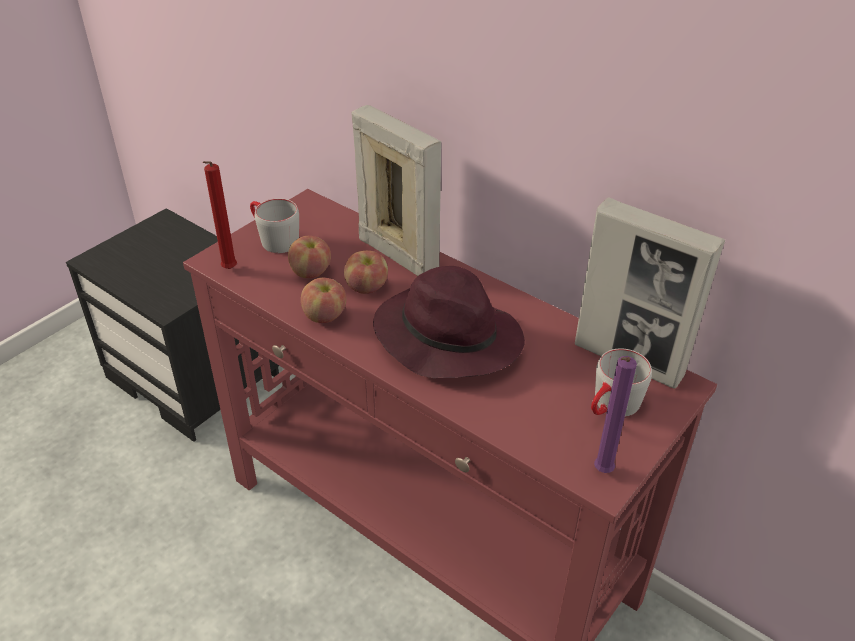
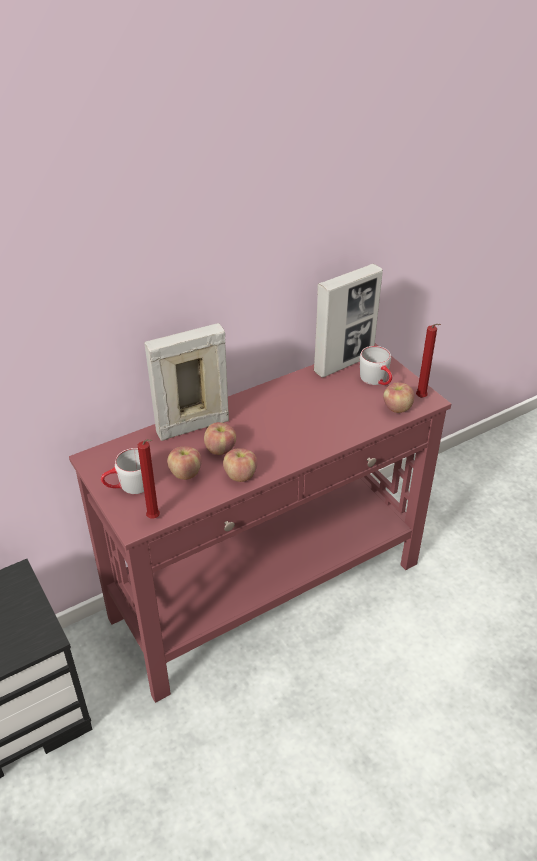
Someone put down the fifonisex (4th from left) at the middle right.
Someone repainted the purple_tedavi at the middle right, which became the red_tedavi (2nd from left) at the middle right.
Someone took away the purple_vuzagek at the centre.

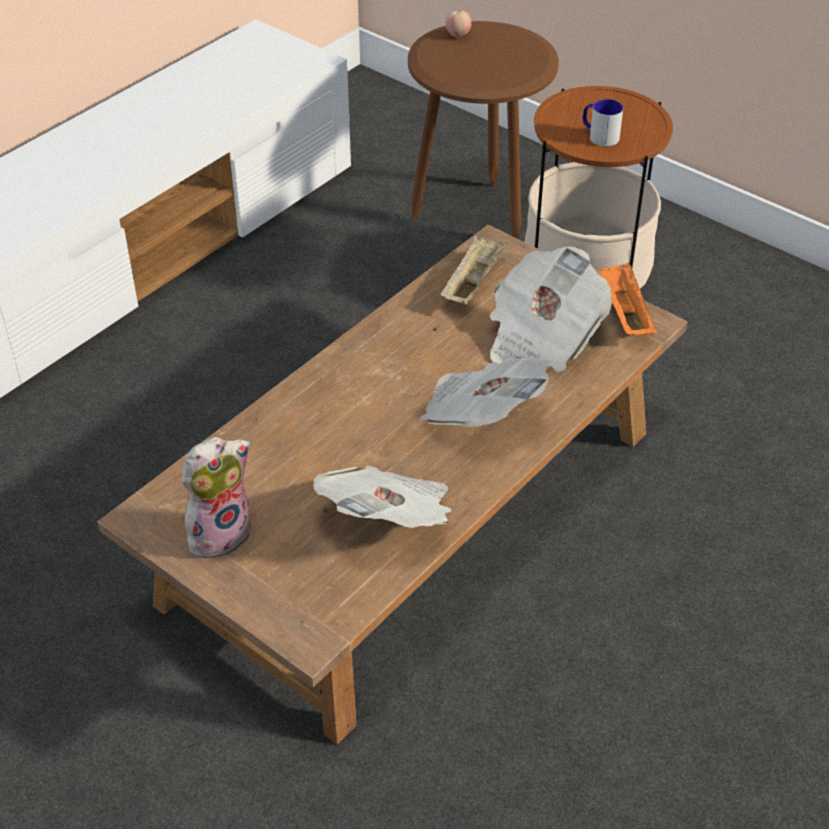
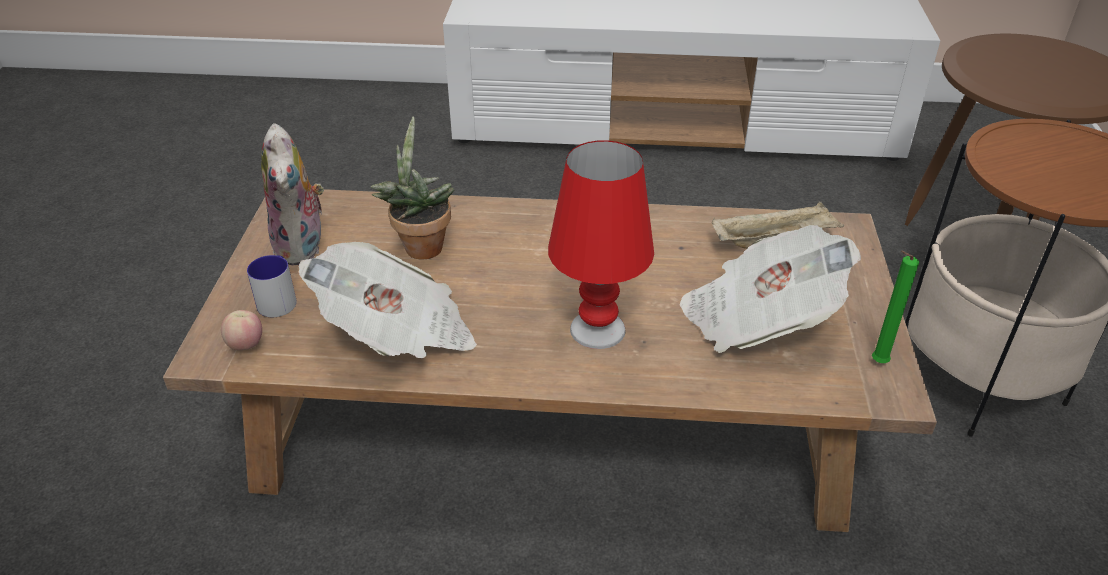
Someone carried the fifonisex from the top centre to the middle left.
Someone carried the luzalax from the top right to the middle left.
Someone rotated the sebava at the middle left by 60 degrees clockwise.
Someone put down the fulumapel at the top centre.
Someone swapped the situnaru (2nd from left) at the centre for the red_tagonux at the centre.
Someone swapped the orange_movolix at the middle right for the green_tedavi at the middle right.

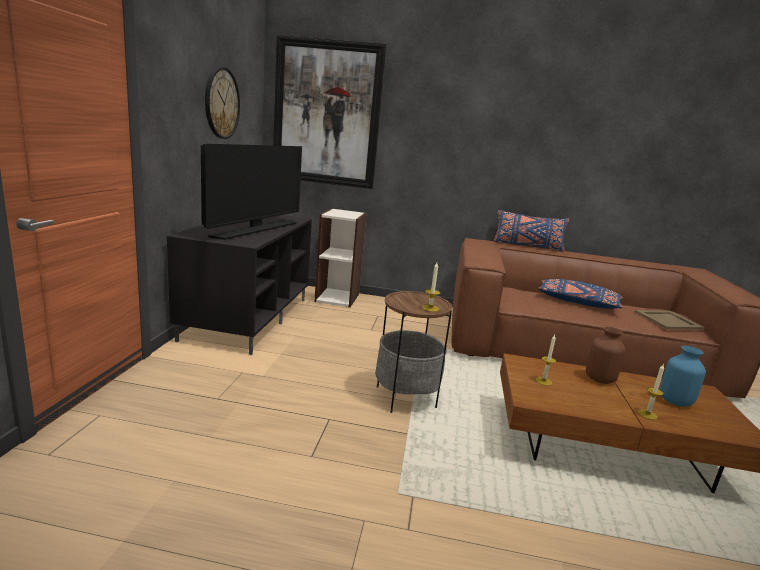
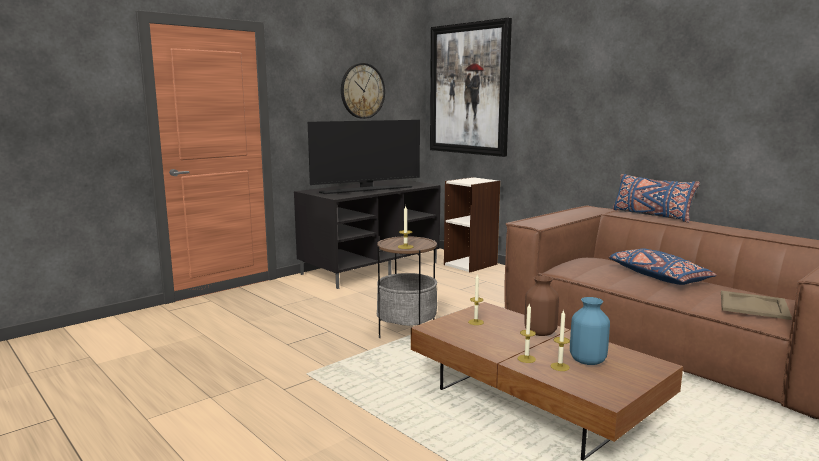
Someone put down the tedavi (4th from left) at the bottom right.

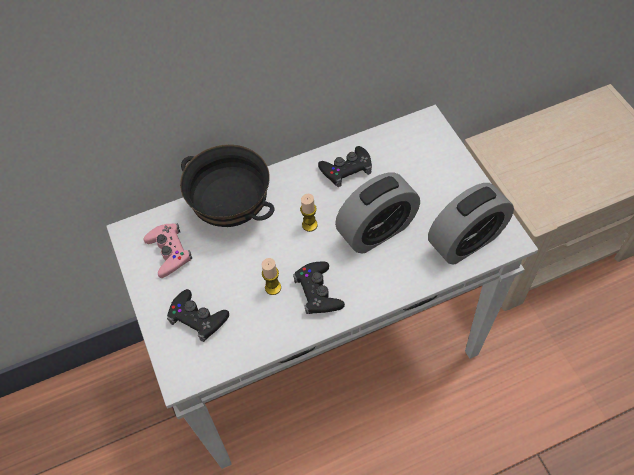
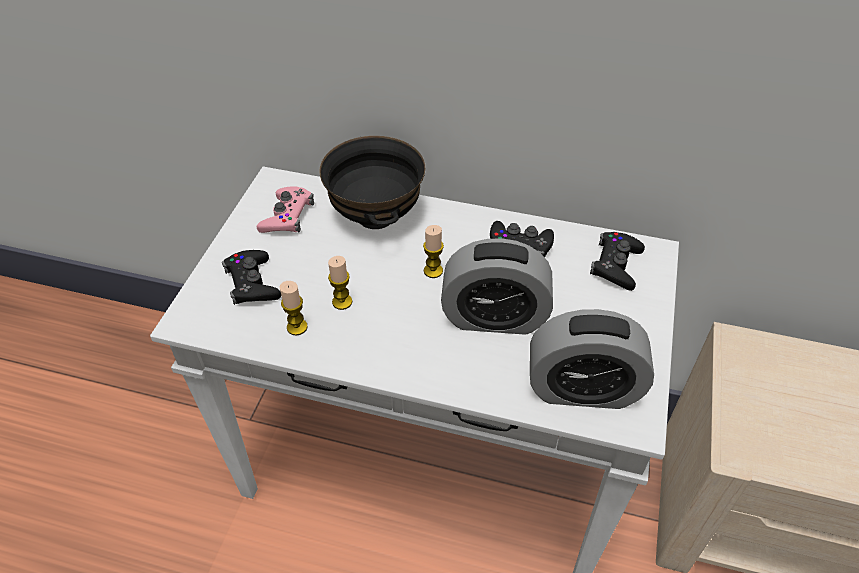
Someone put down the tedavi (1st from left) at the centre.
Someone carried the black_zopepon (2nd from left in the first image) from the centre to the middle right.

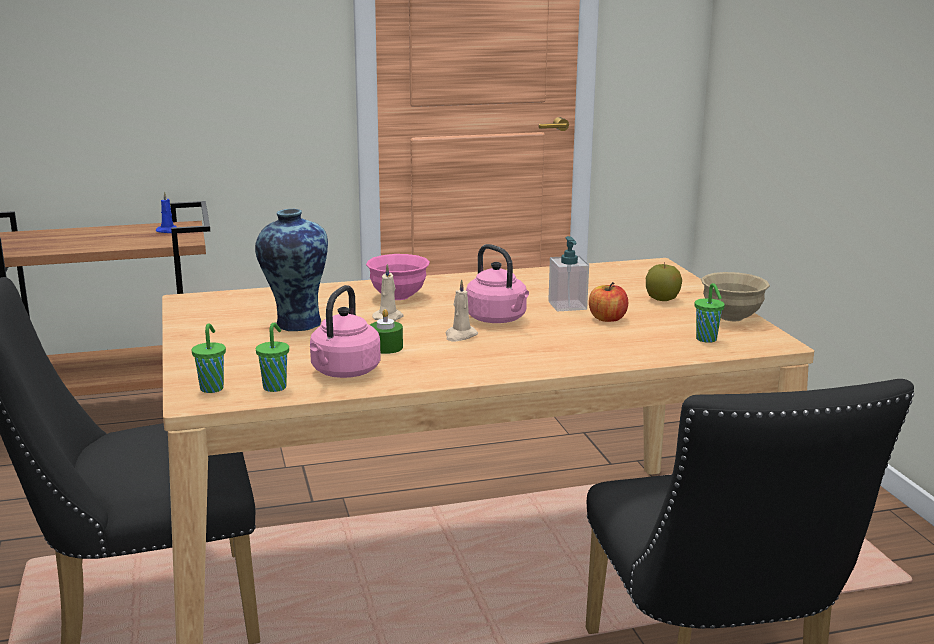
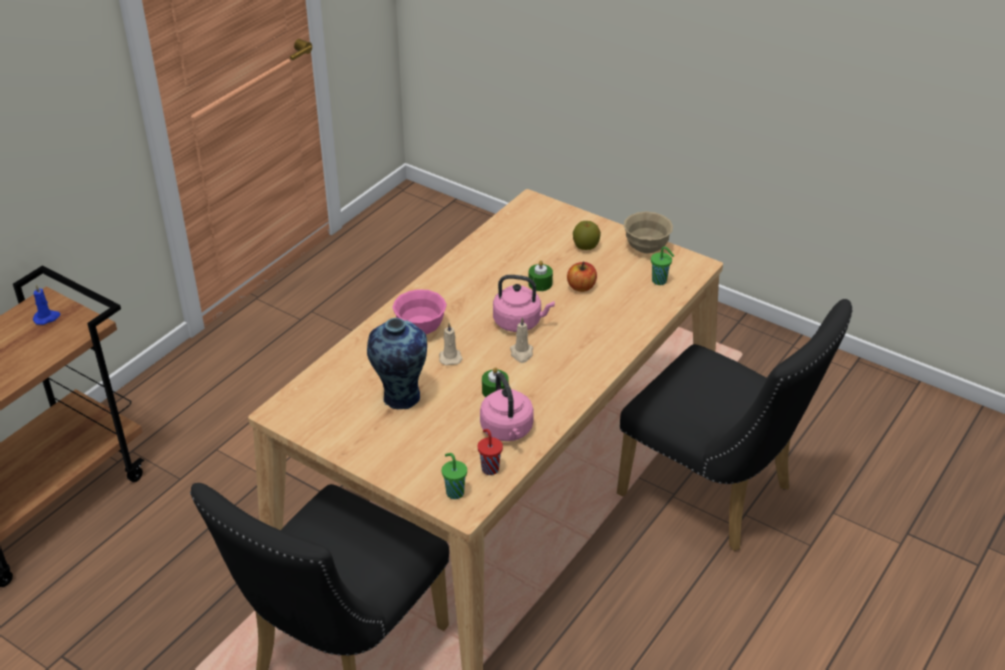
Someone repainted the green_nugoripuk (2nd from left) at the middle left, which became the red_nugoripuk at the bottom centre.
Someone swapped the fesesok at the centre for the green_tedavi (2nd from left) at the centre.

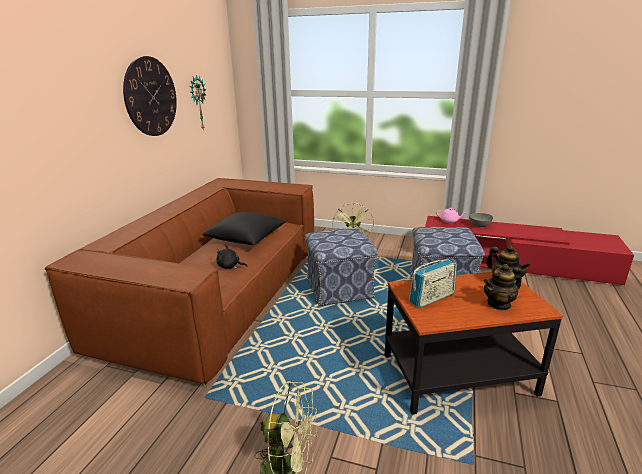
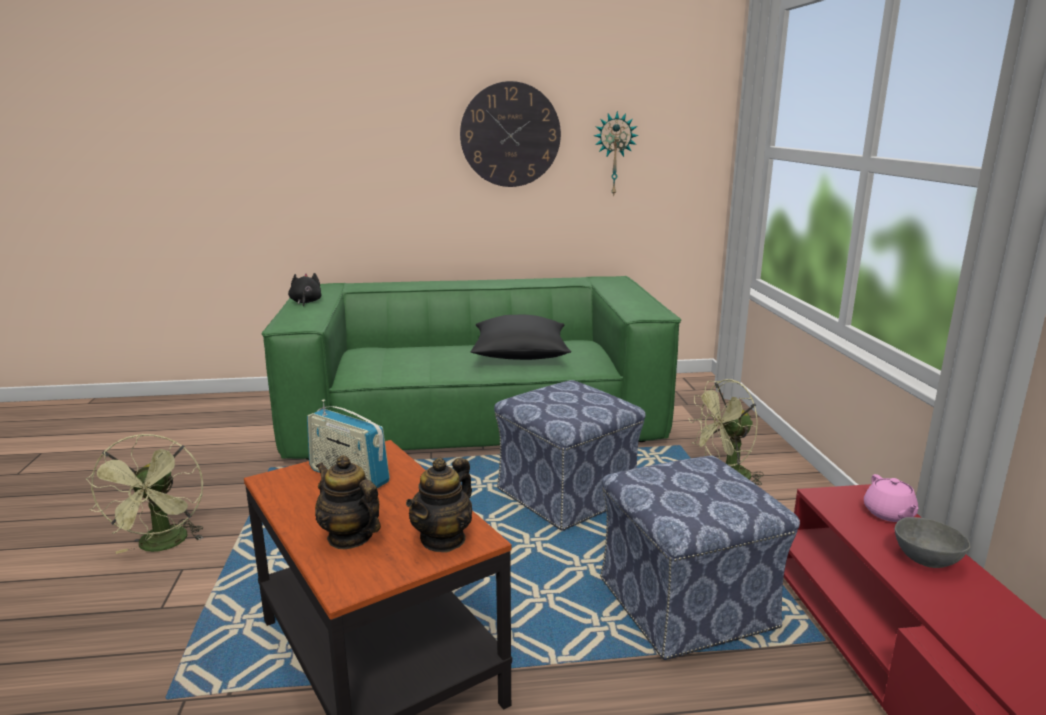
Someone repainted the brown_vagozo at the middle left, which became the green_vagozo at the centre.
Someone carried the black_sebava from the centre to the middle left.

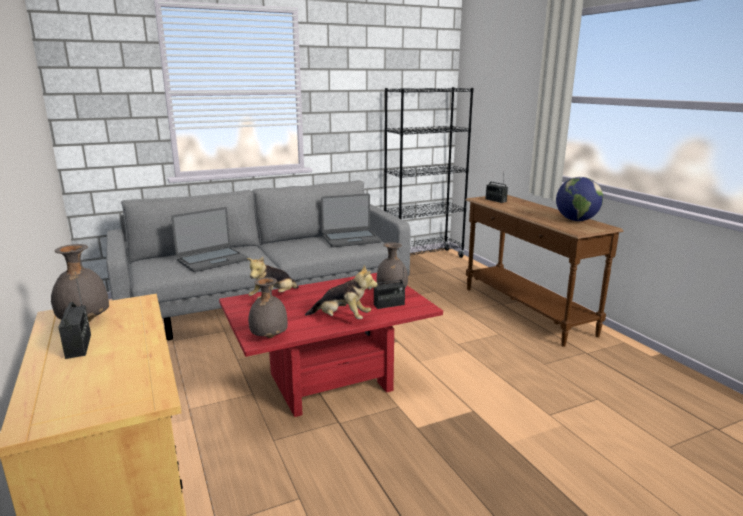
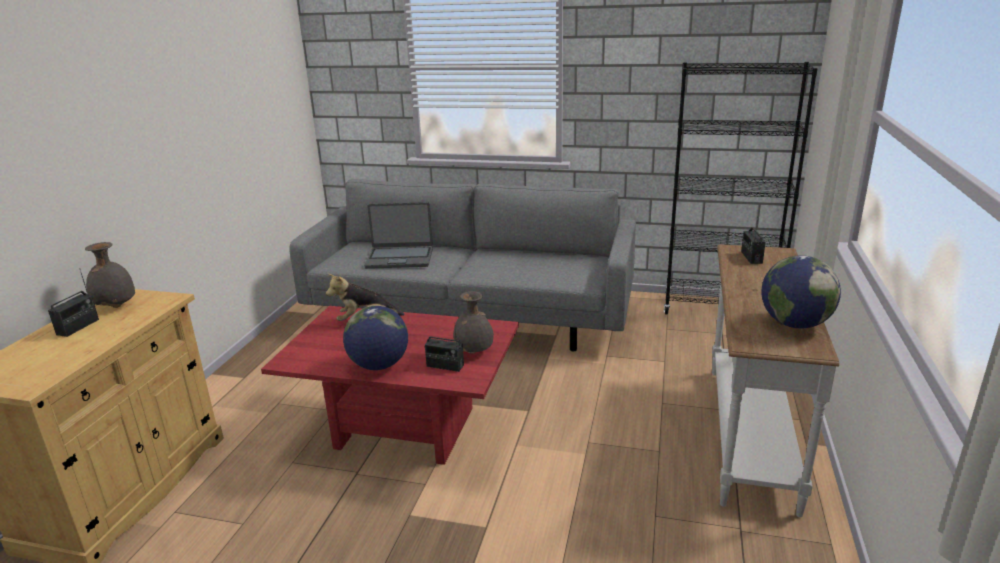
Someone swapped the sebava (2nd from left) at the centre for the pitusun (1st from left) at the centre.
Someone repainted the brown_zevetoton at the middle right, which became the white_zevetoton at the bottom right.
Someone took away the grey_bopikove (2nd from left) at the centre.
Someone took away the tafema (2nd from left) at the centre.

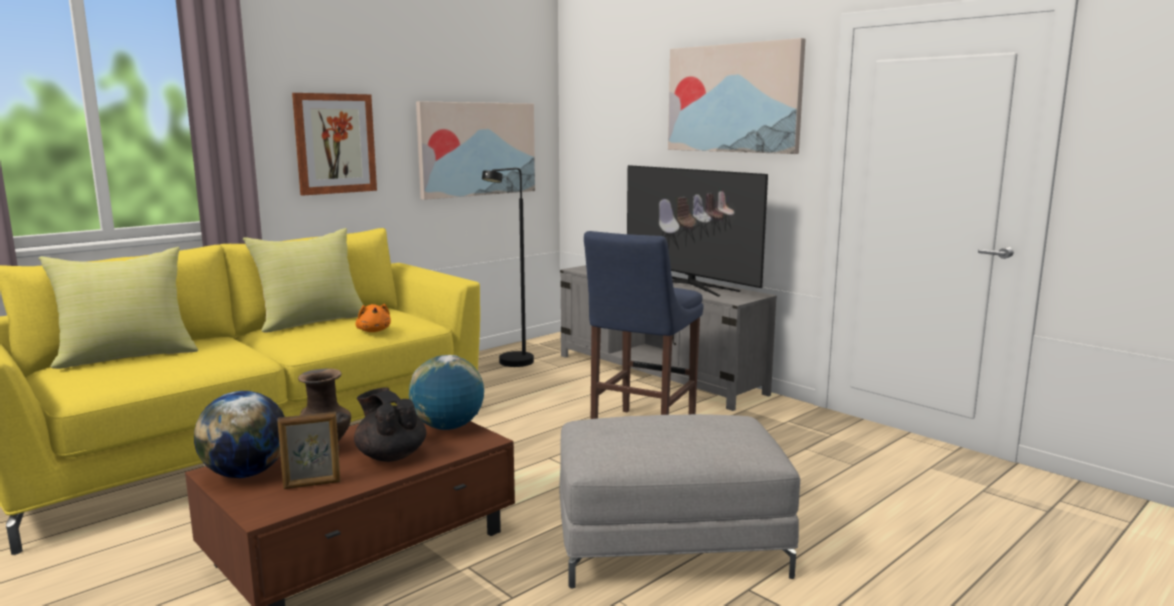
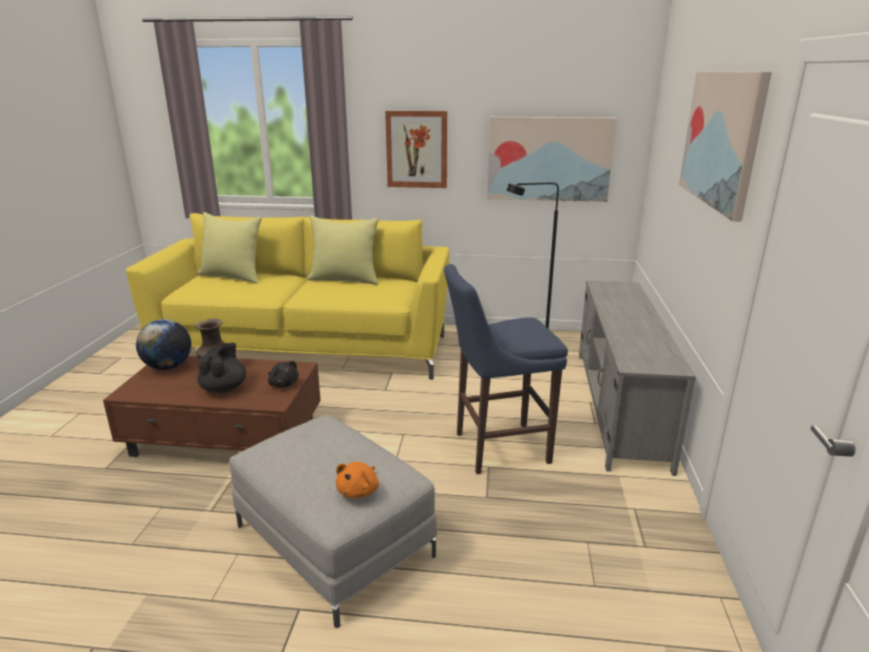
Someone swapped the pitusun (2nd from left) at the centre for the black_sebava at the middle left.
Someone carried the orange_sebava from the middle left to the bottom centre.
Someone took away the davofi at the bottom left.
Someone took away the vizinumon at the centre.

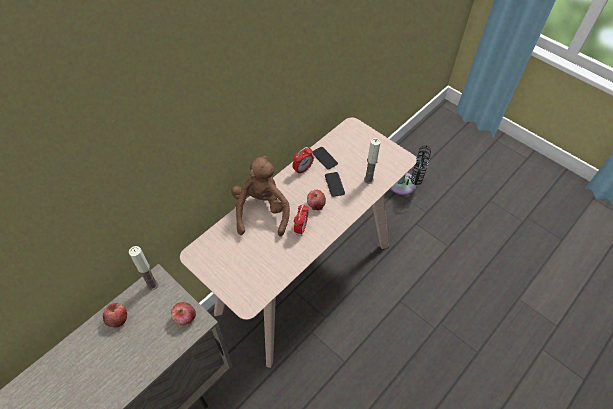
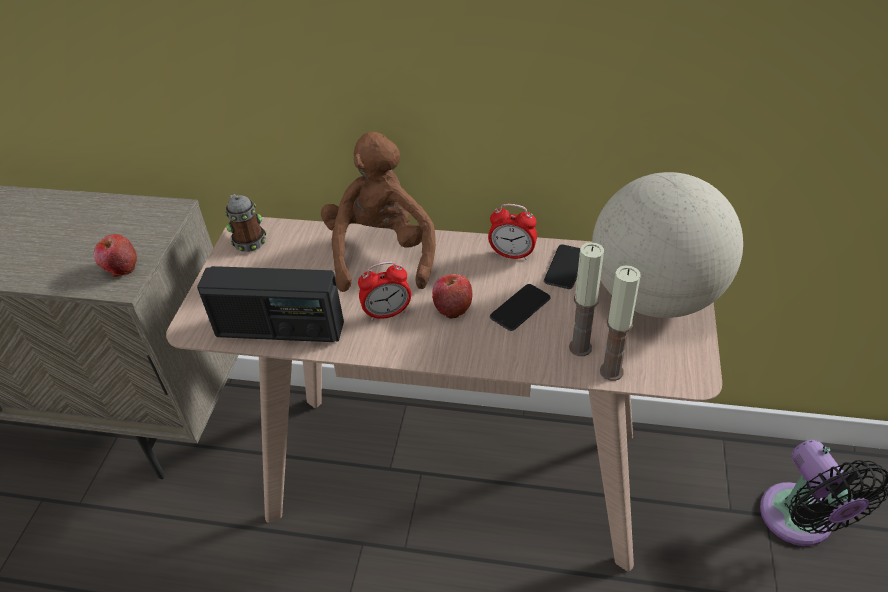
Someone put down the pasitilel at the middle left.
Someone put down the luzalax at the middle left.
Someone rotated the brown_sebava at the centre by 60 degrees counterclockwise.
Someone put down the pitusun at the middle right.
Someone carried the tedavi (1st from left in the first image) from the middle left to the middle right.
Someone took away the fifonisex (1st from left) at the bottom left.

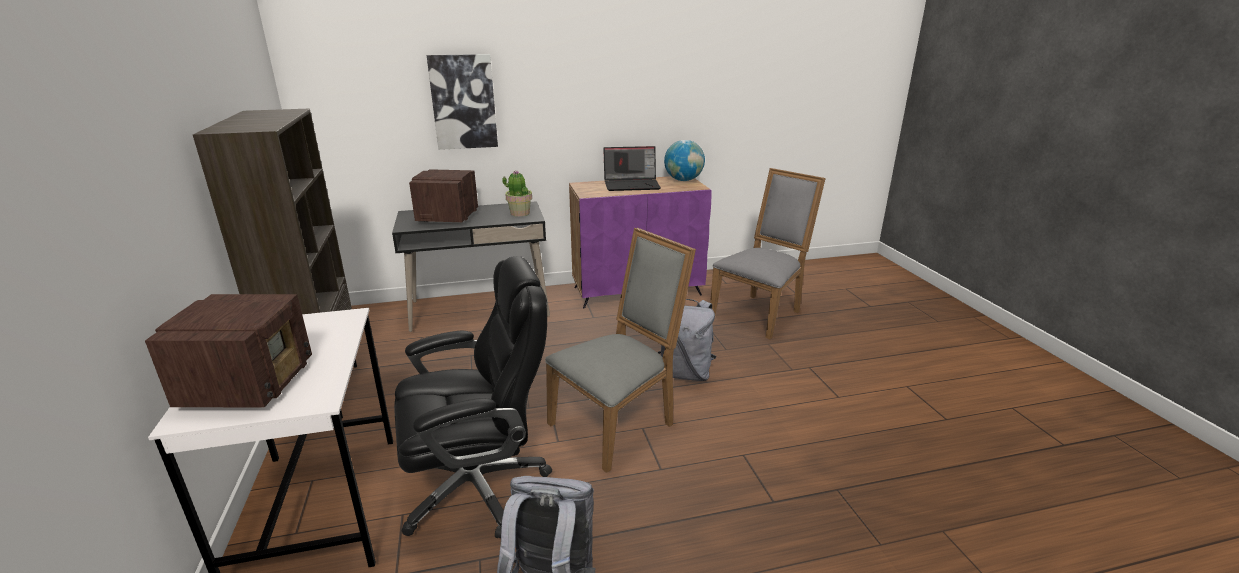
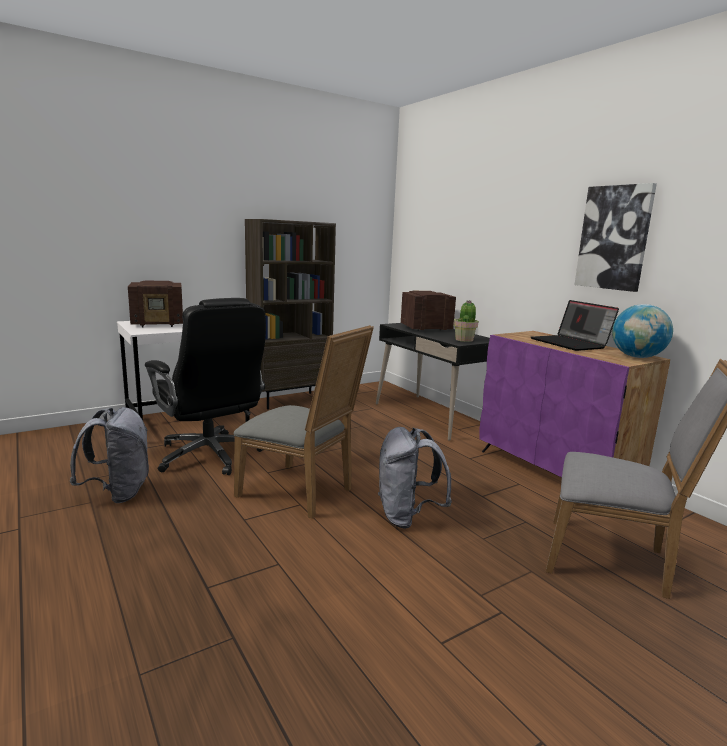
Someone carried the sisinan from the top centre to the top right.

